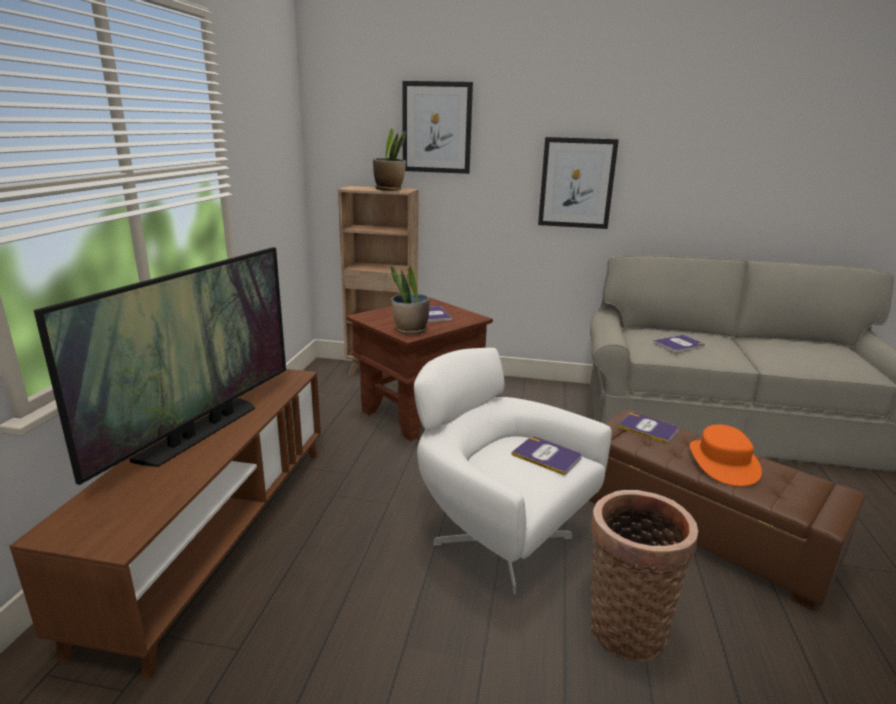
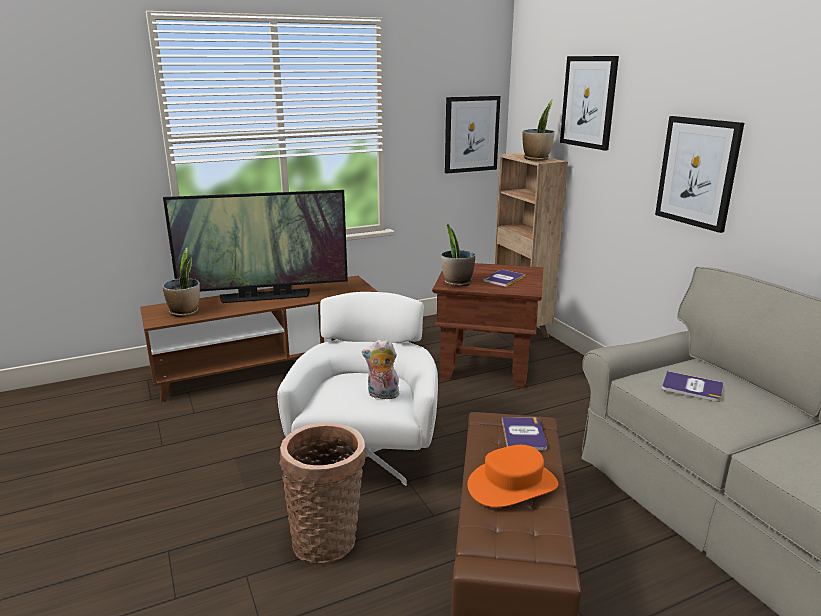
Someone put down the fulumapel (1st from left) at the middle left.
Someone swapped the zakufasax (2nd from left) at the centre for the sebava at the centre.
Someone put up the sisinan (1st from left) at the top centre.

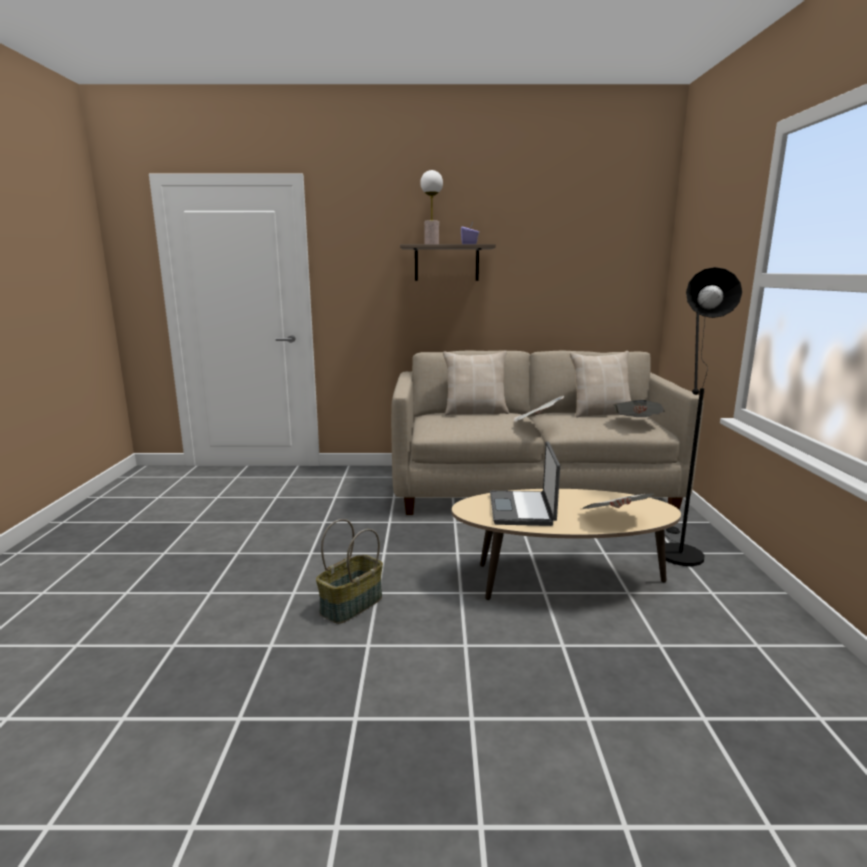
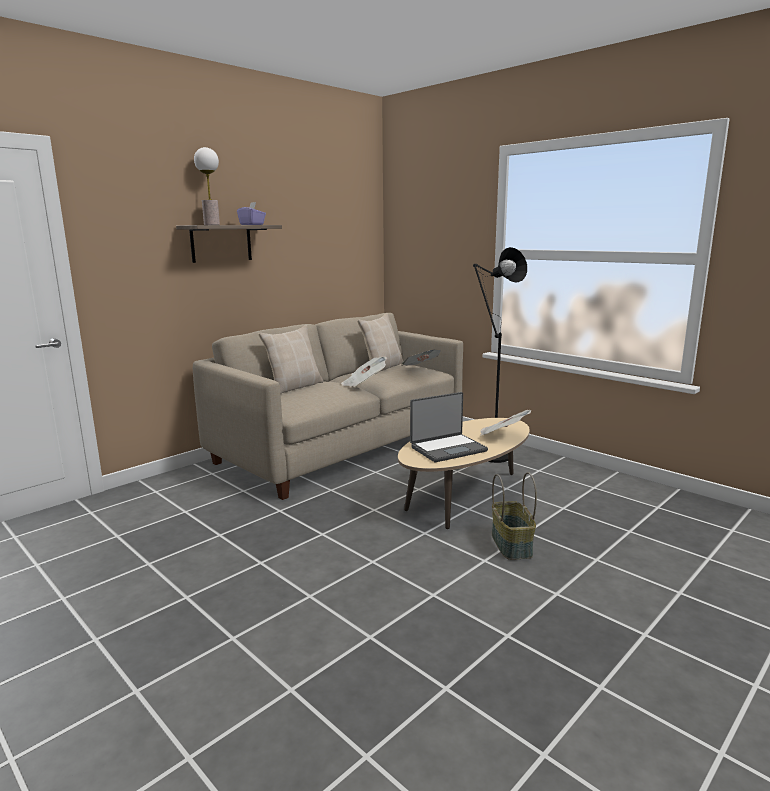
Someone rotated the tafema at the centre by 75 degrees counterclockwise.
Someone carried the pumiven from the centre to the middle right.

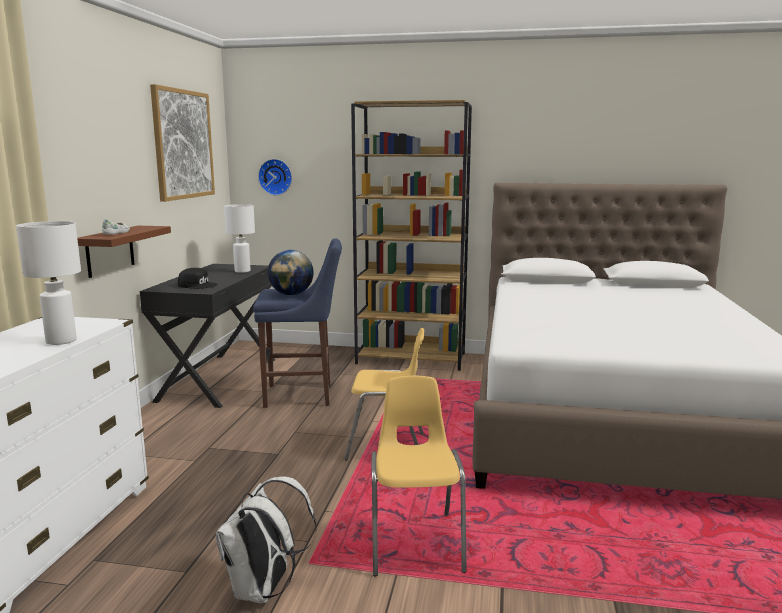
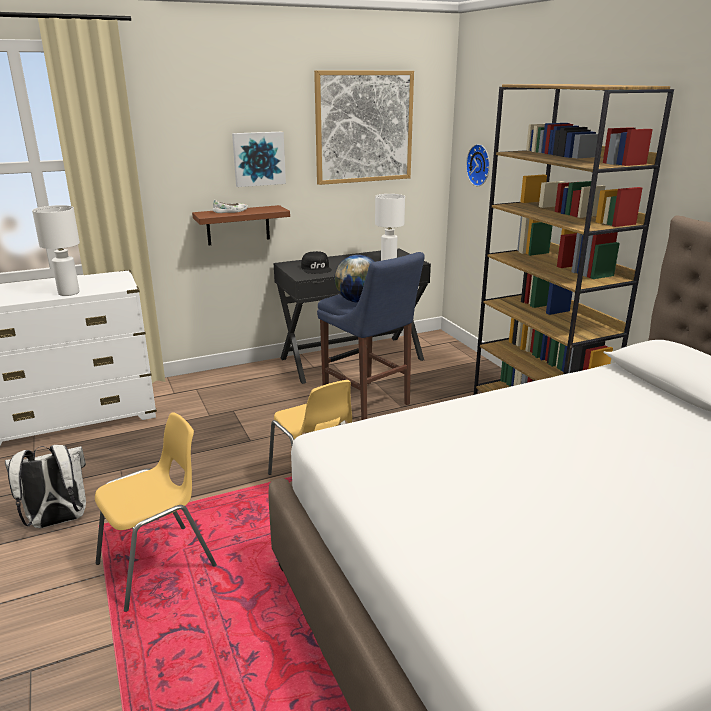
Someone put up the sisinan (1st from left) at the top centre.

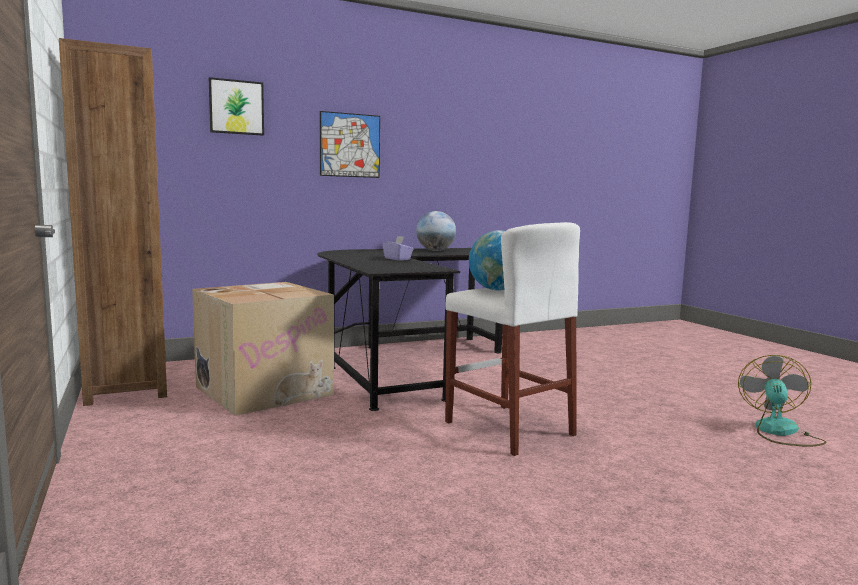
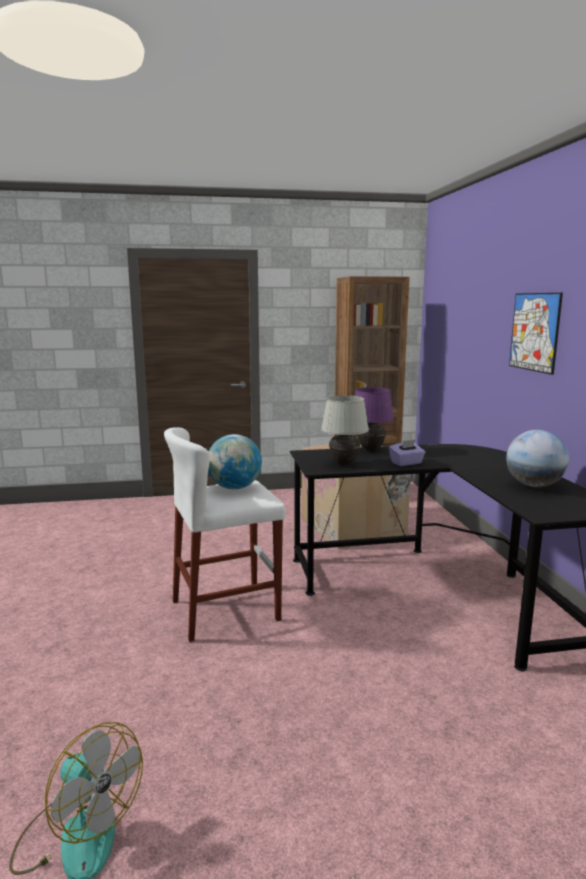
Someone put down the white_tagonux at the centre.
Someone put down the purple_tagonux at the centre.
Someone took away the sisinan (1st from left) at the top left.

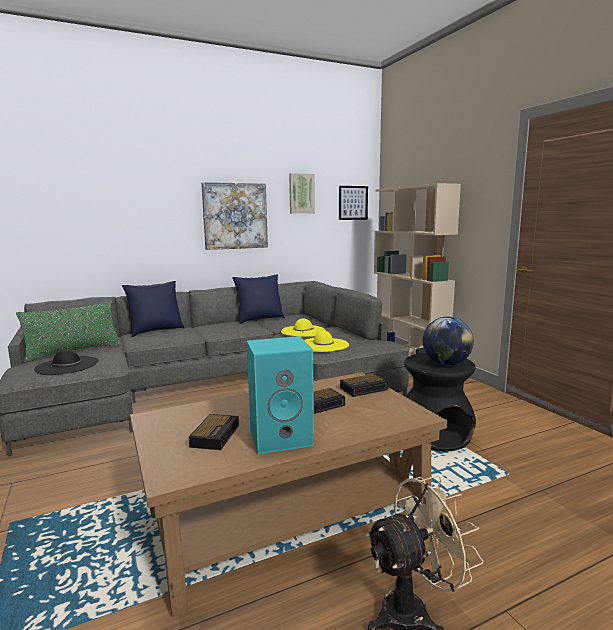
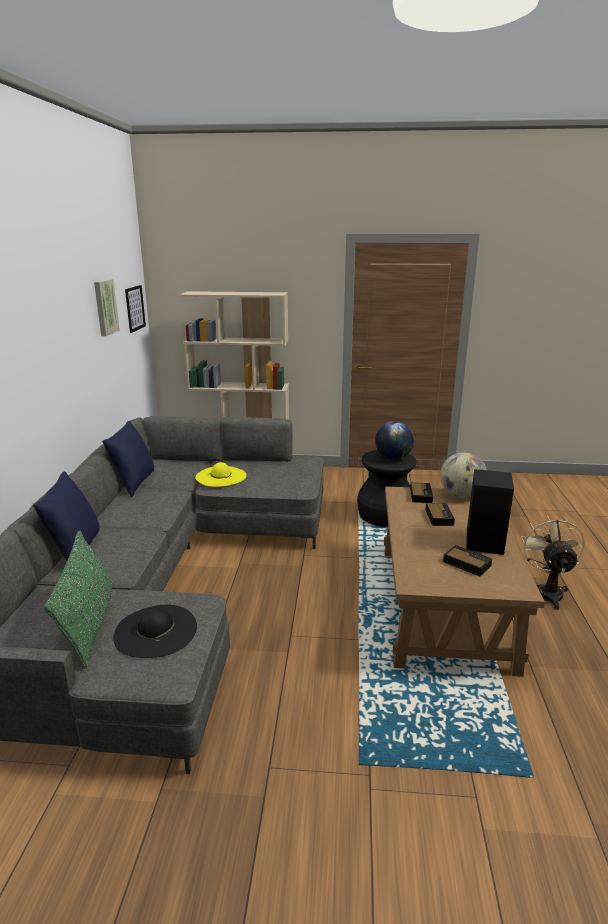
Someone put down the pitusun (2nd from left) at the middle right.
Someone repainted the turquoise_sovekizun at the centre, which became the black_sovekizun at the middle right.
Someone took away the sisinan (1st from left) at the centre.
Someone took away the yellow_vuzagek (2nd from left) at the centre.

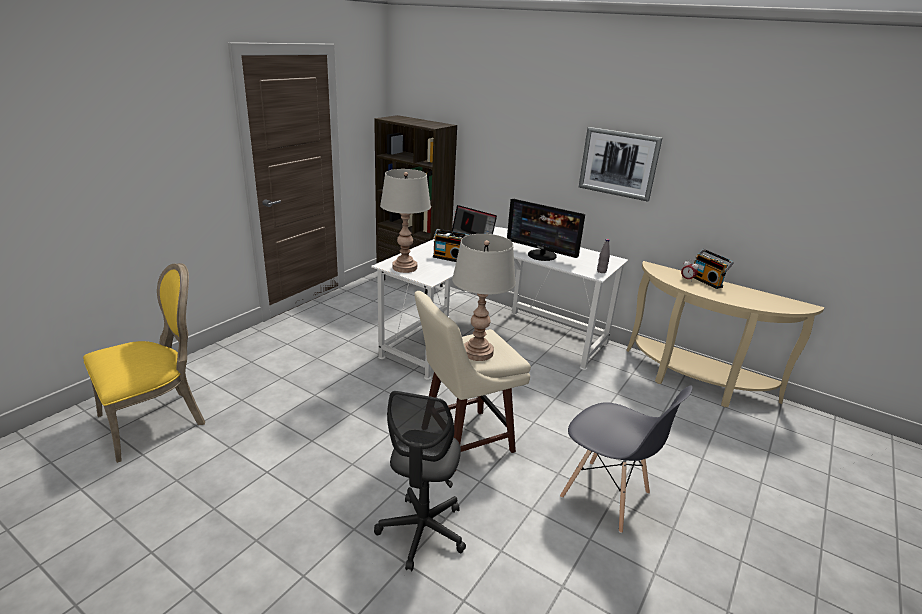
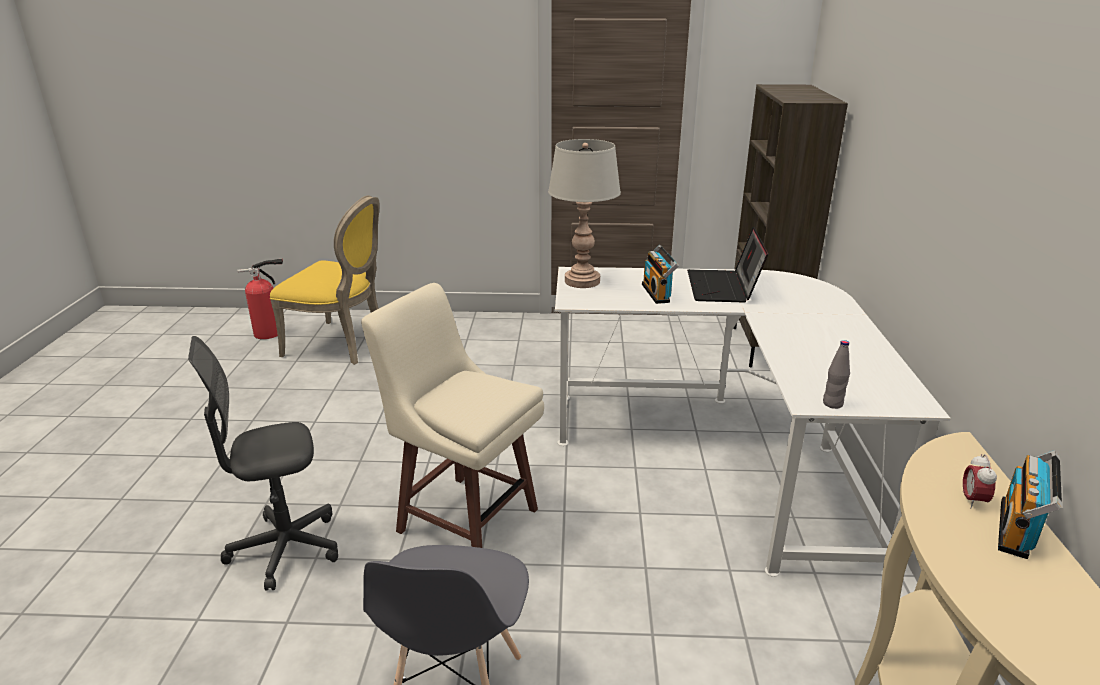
Someone put down the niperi at the middle left.
Someone took away the grey_tagonux (2nd from left) at the centre.
Someone took away the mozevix at the centre.
Someone took away the sisinan at the top right.

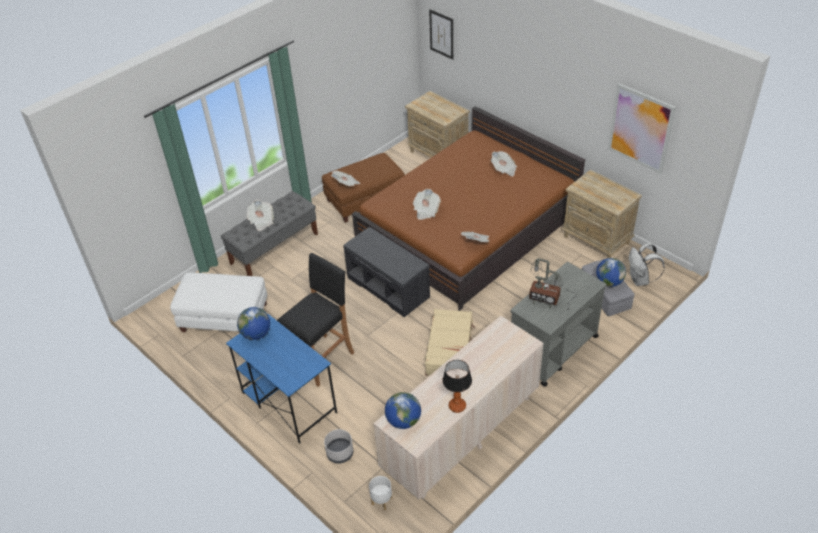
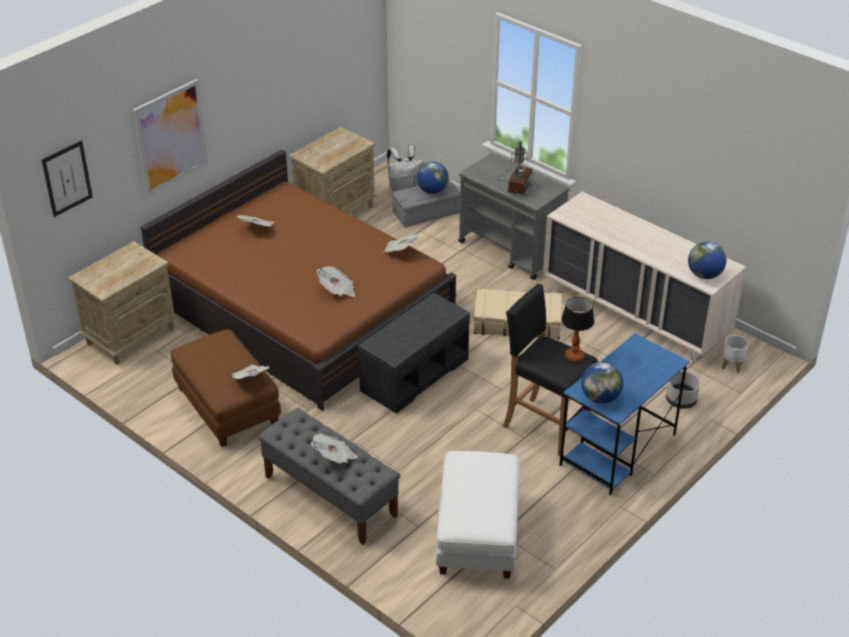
Someone carried the sisinan (2nd from left) from the top right to the top left.
Someone carried the tagonux (1st from left in the first image) from the bottom centre to the middle right.

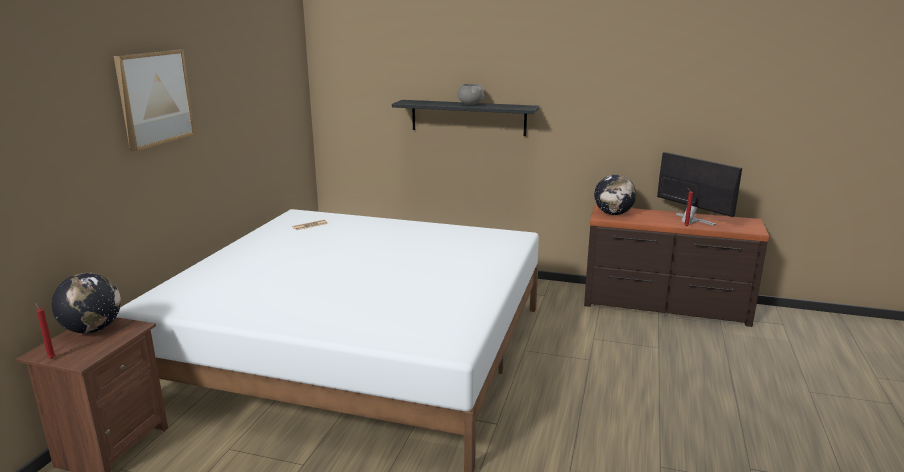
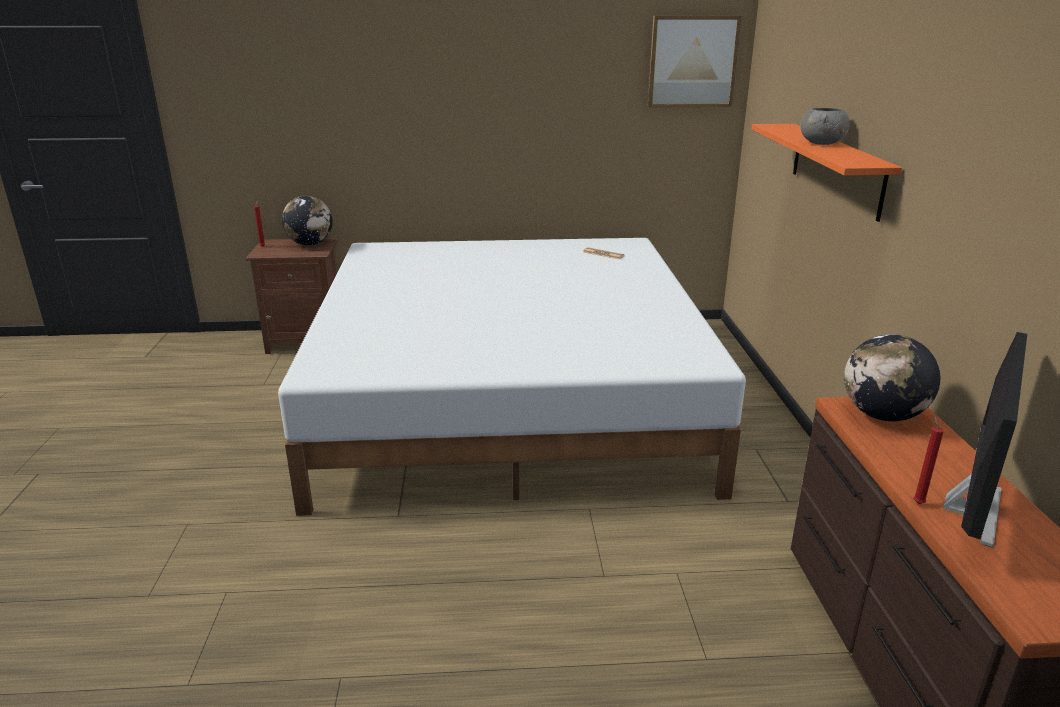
Someone carried the sisinan from the top left to the top centre.
Someone repainted the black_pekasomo at the top centre, which became the orange_pekasomo at the top right.

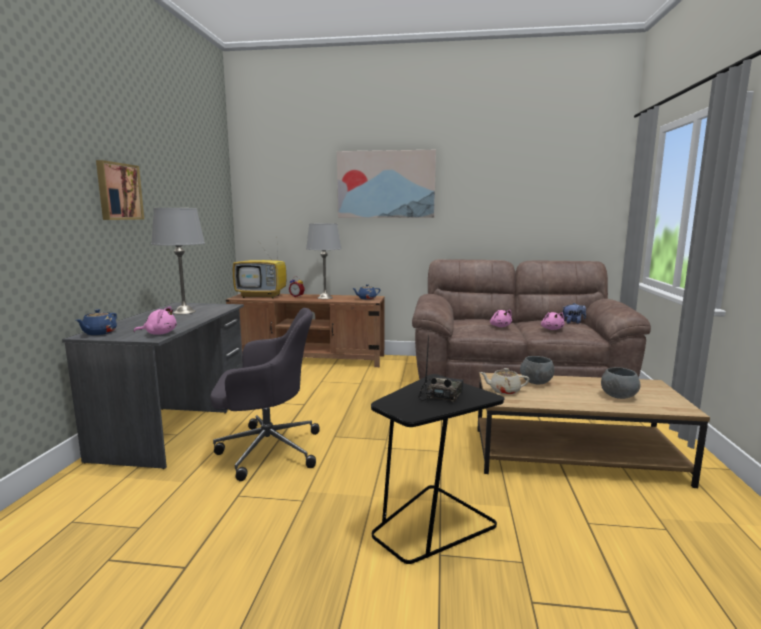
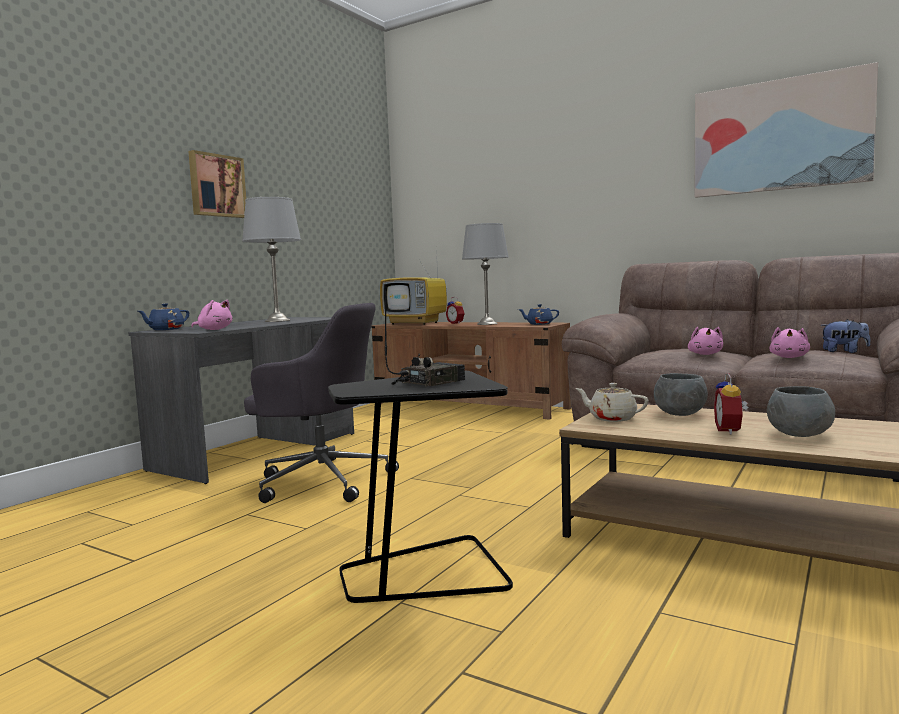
Someone carried the sisinan (2nd from left) from the top centre to the top right.
Someone put down the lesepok (2nd from left) at the middle right.

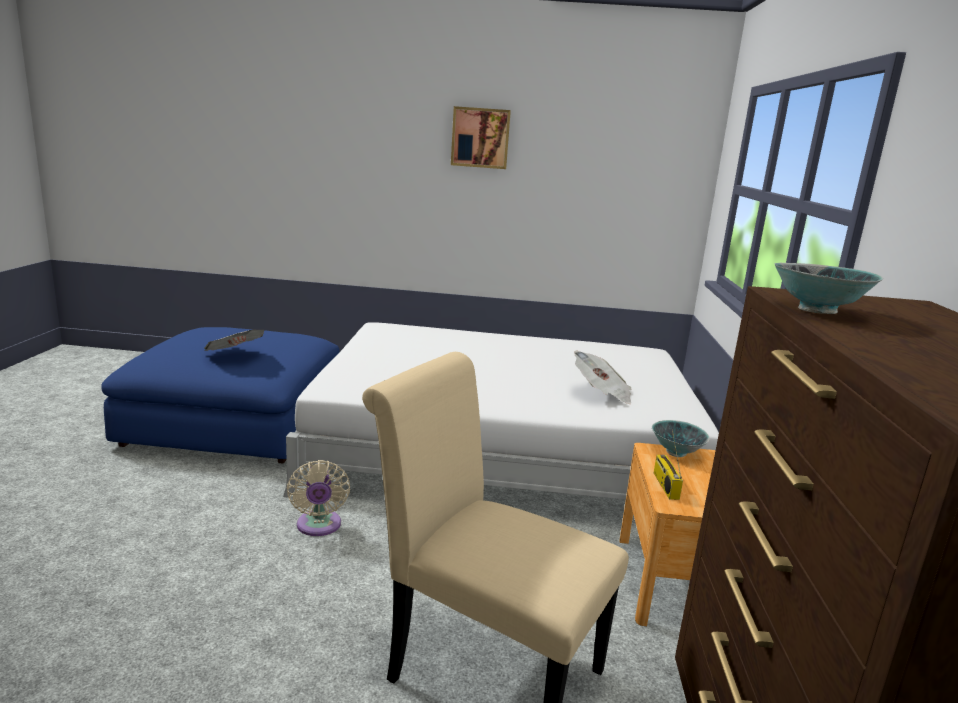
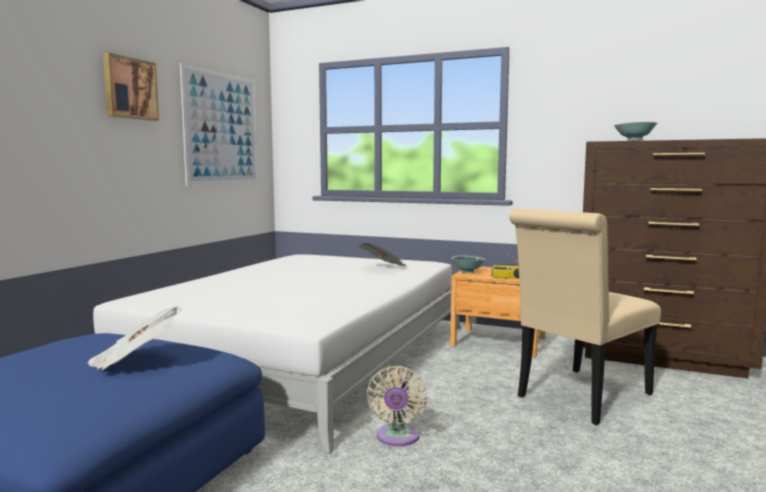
Someone put up the sisinan (2nd from left) at the top left.
Someone rotated the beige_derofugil at the bottom left by 90 degrees clockwise.

